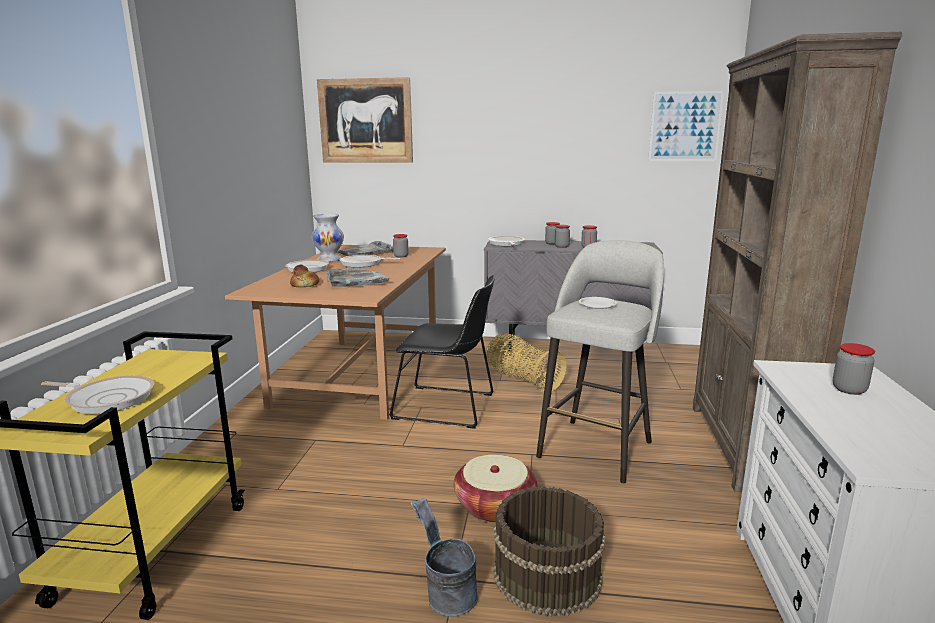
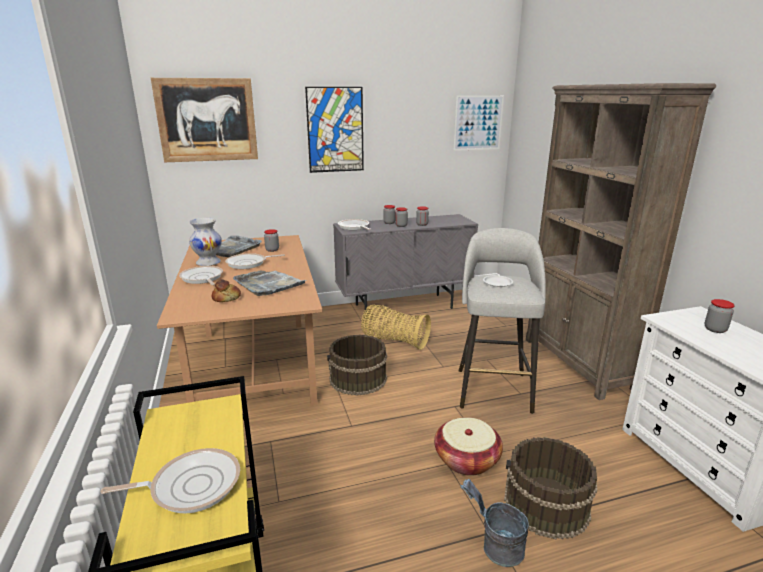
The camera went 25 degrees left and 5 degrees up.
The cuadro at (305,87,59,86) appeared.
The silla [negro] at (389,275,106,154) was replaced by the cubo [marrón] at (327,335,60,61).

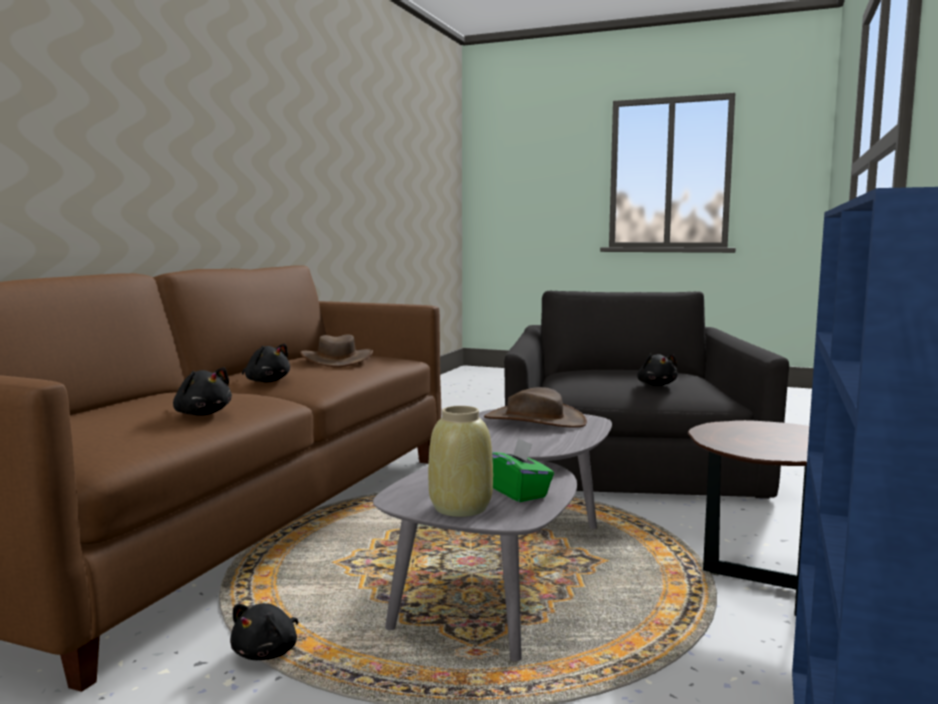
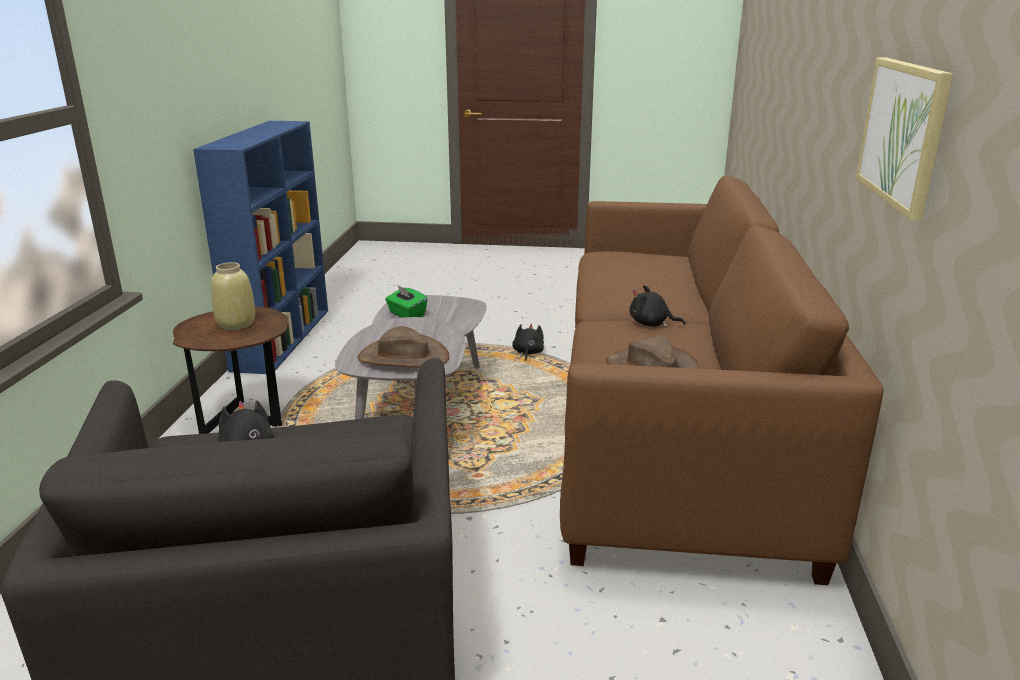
The camera went 165 degrees right and 15 degrees up.
The peluche [negro] at (173,367,59,49) disappeared.
The cuadro at (856,57,97,164) appeared.
The florero [beis] moved from (428,406,65,111) to (211,262,44,68).

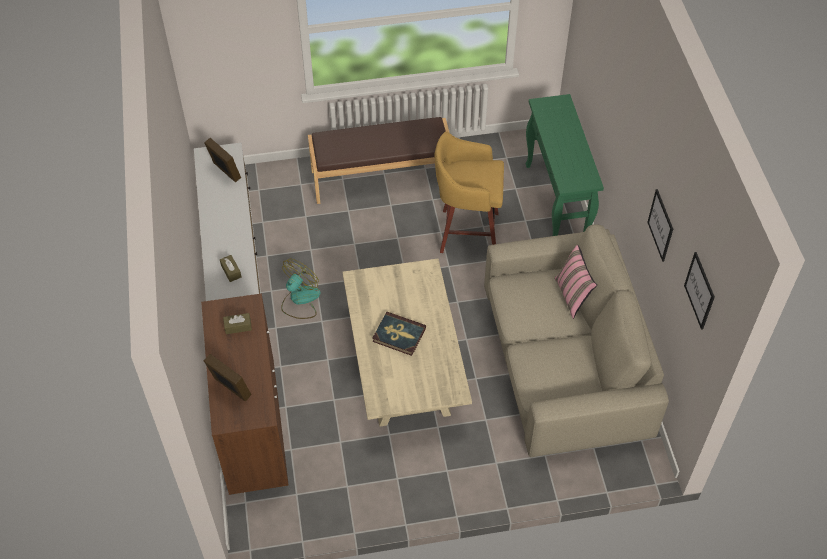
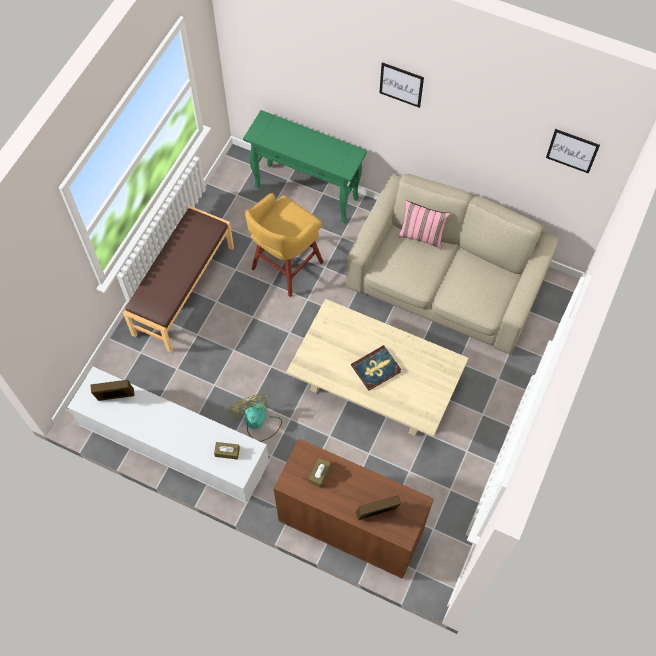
The camera went 55 degrees left and 10 degrees up.
The cuadro moved from (647,189,26,73) to (379,62,45,46).

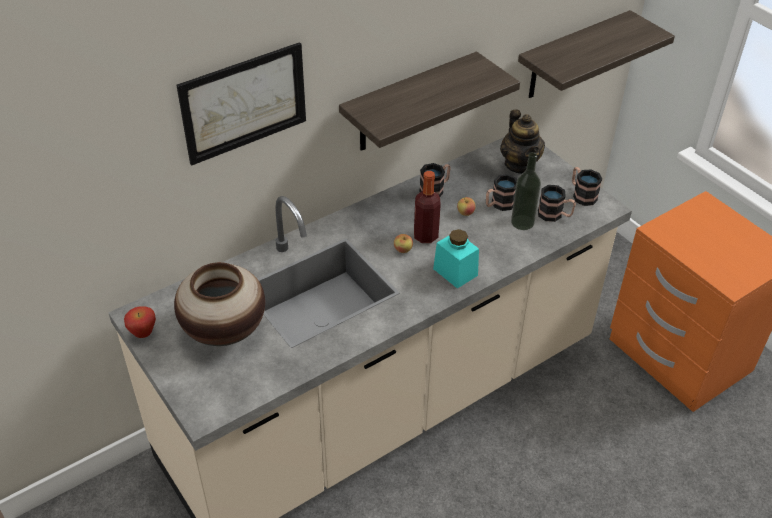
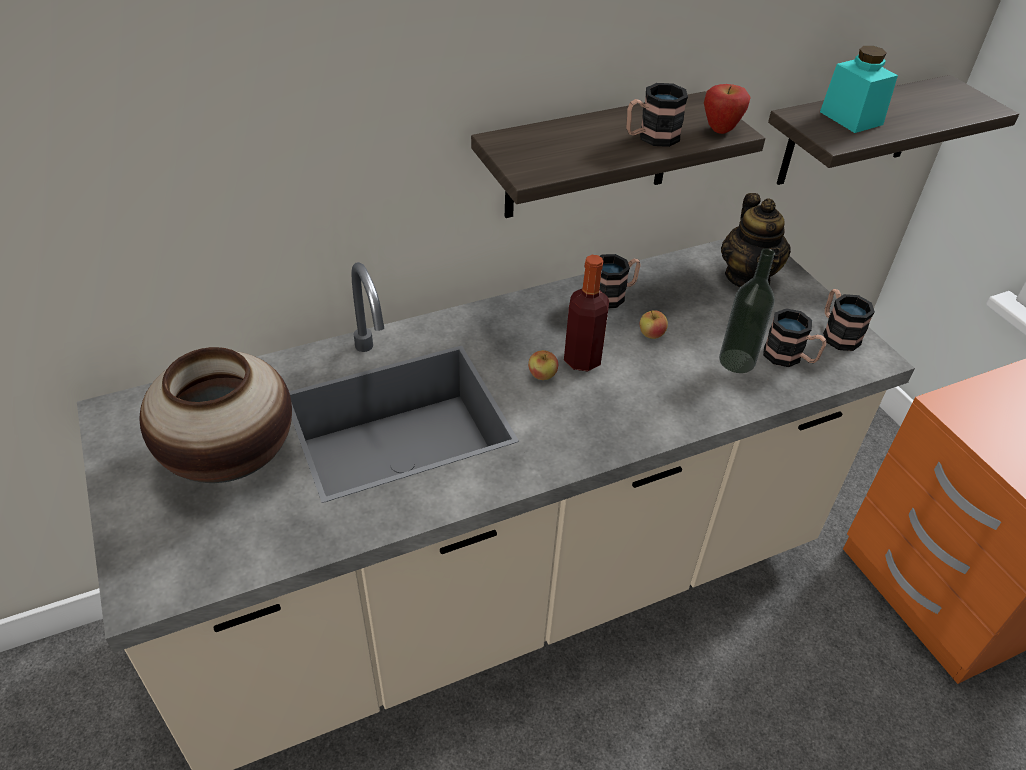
The camera went 10 degrees right and 0 degrees up.
The cuadro at (176,42,130,123) disappeared.
The manzana moved from (124,306,32,32) to (704,84,47,50).
The tarro [turquesa] moved from (433,229,46,60) to (820,46,78,87).
The taza grande moved from (486,174,31,37) to (626,83,62,64).

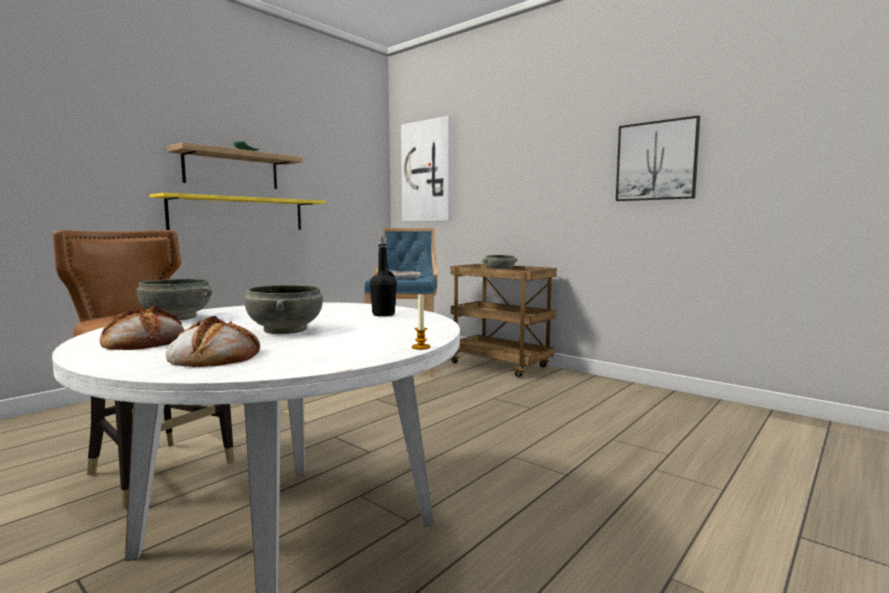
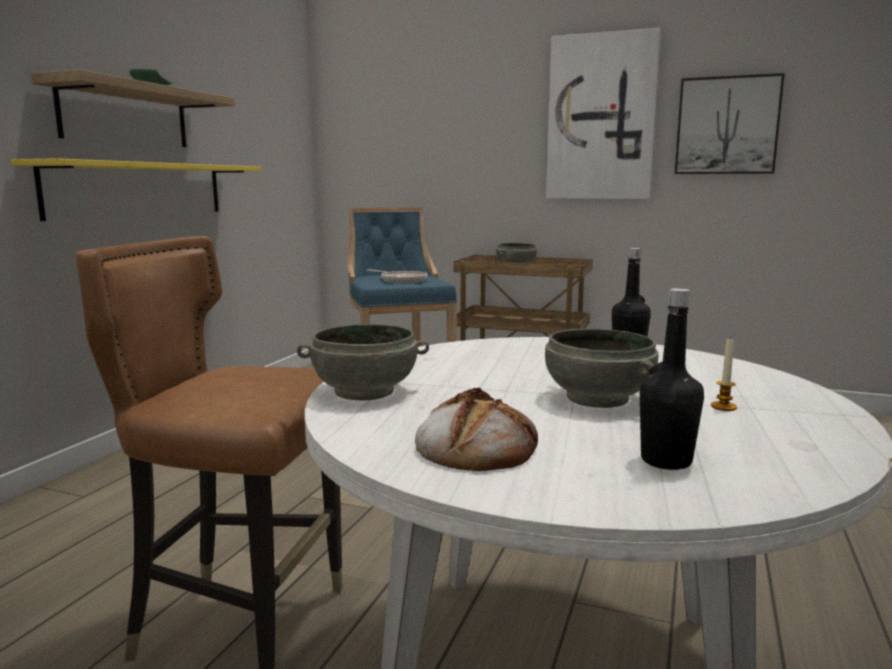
The camera went 20 degrees left and 5 degrees up.
The cuadro moved from (401,116,51,106) to (546,28,115,171).
The vela moved from (412,294,18,56) to (711,337,26,74).
The pan at (166,316,94,51) was replaced by the botella [negro] at (640,288,64,182).

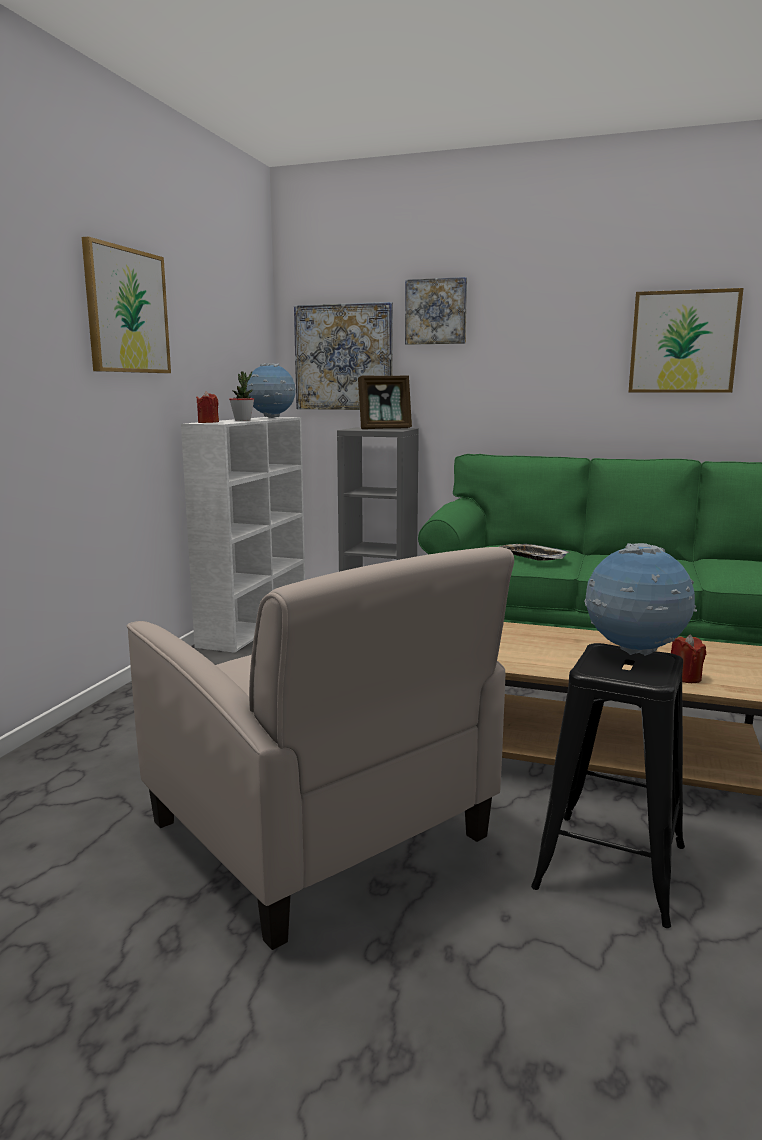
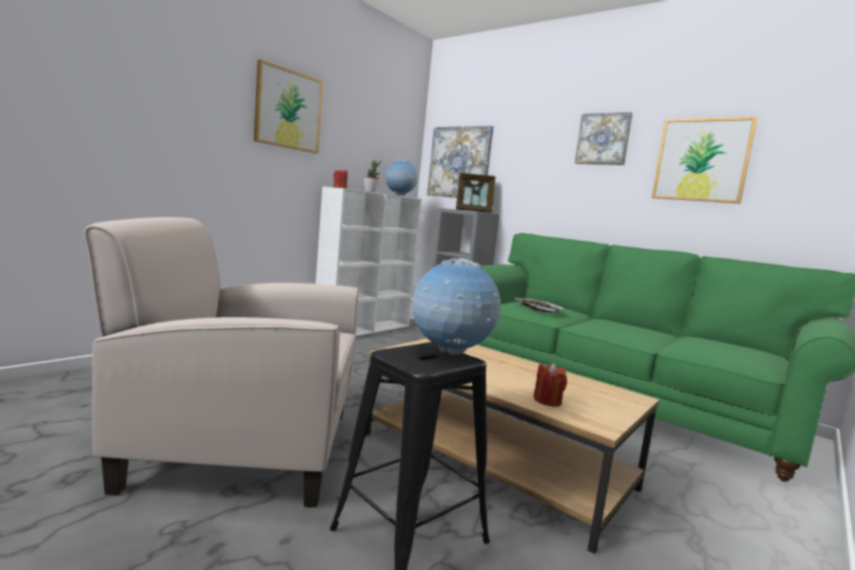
The camera went 20 degrees right and 5 degrees down.
The cuadro moved from (405,277,62,68) to (575,112,58,53).
The sillón [beis] at (127,547,387,403) turned 105 degrees clockwise.

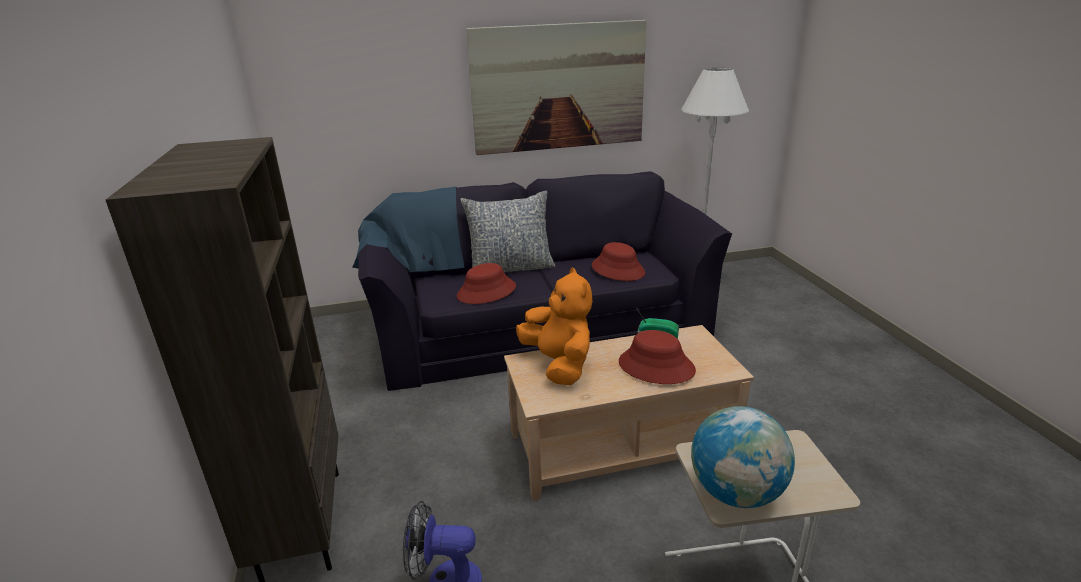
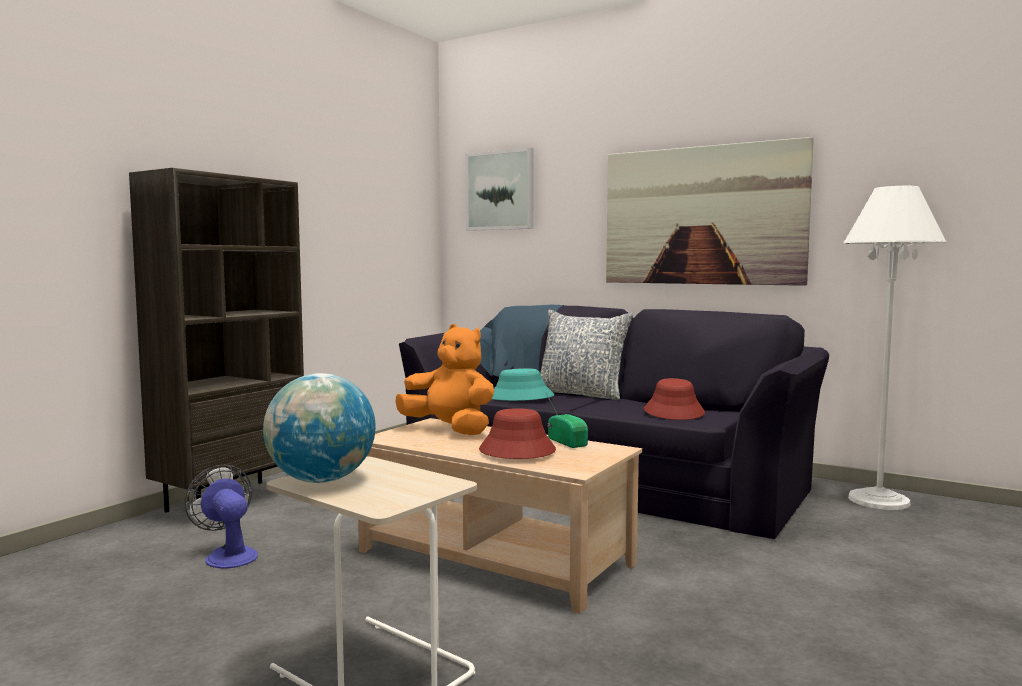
The camera went 45 degrees right and 20 degrees down.
The cuadro at (465,148,69,83) appeared.
The sombrero [rojo] at (457,263,59,41) became the sombrero [turquesa] at (492,368,62,33).
The peluche [naranja] at (516,268,77,117) turned 75 degrees counterclockwise.

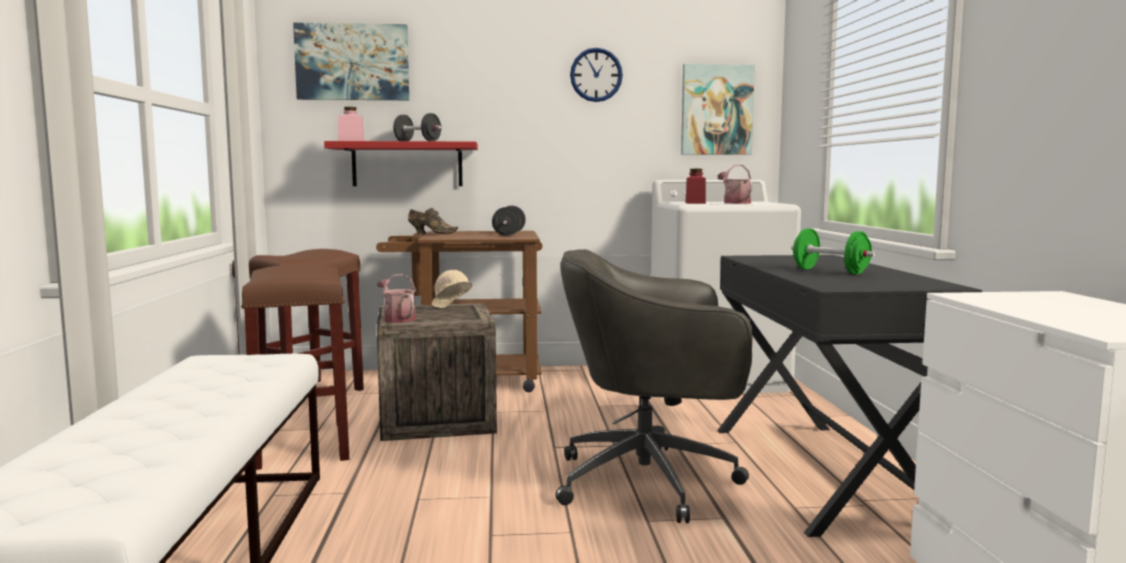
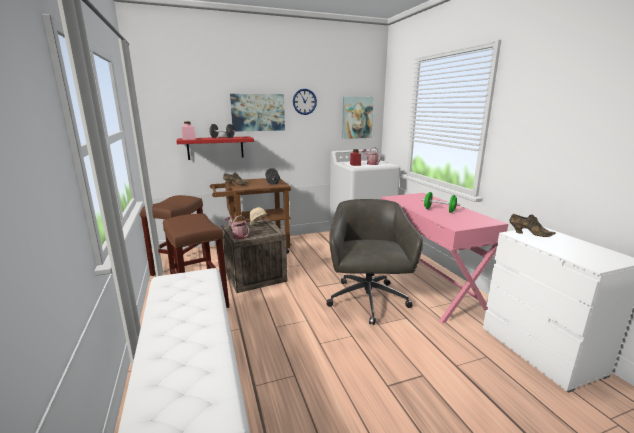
The camera went 15 degrees left and 10 degrees up.
The zapato [marrón] at (509,214,46,23) appeared.
The cuadro moved from (293,23,116,77) to (230,94,55,38).
The escritorio [negro] at (717,255,265,282) became the escritorio [rosa] at (381,193,127,130).
The silla de oficina [gris] at (555,249,198,274) turned 105 degrees clockwise.

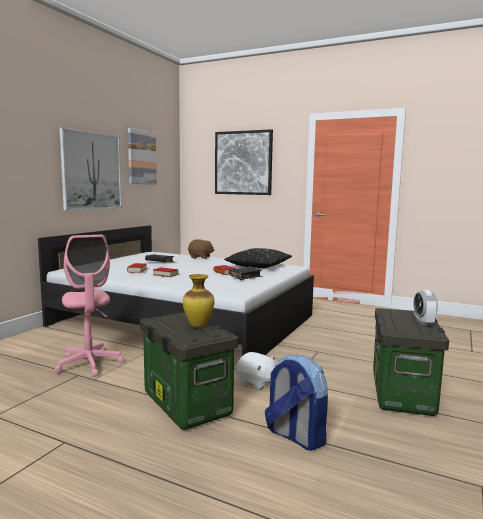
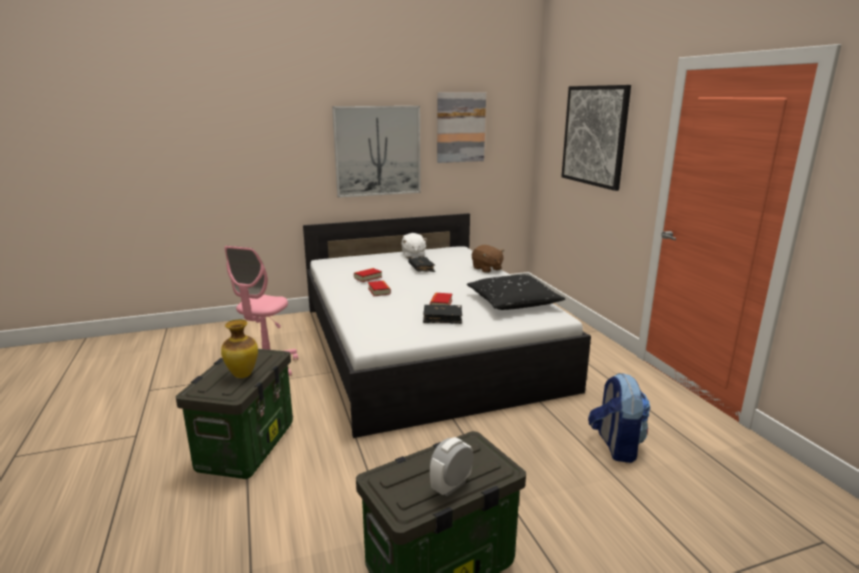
The camera went 45 degrees right and 10 degrees up.
The peluche [blanco] moved from (236,352,40,37) to (401,233,26,25).
The mochila moved from (265,355,63,96) to (588,373,63,90).

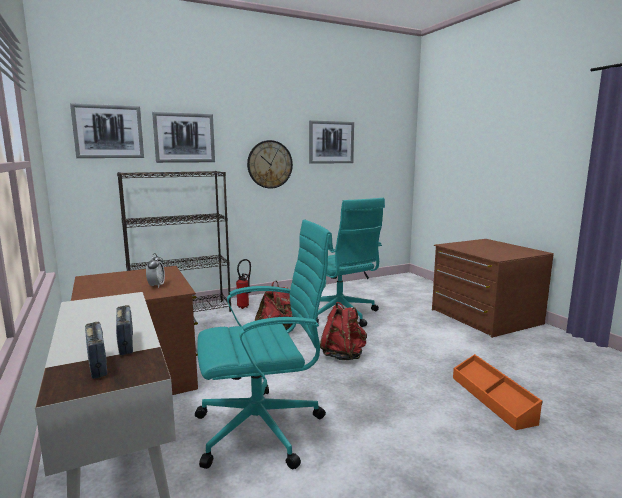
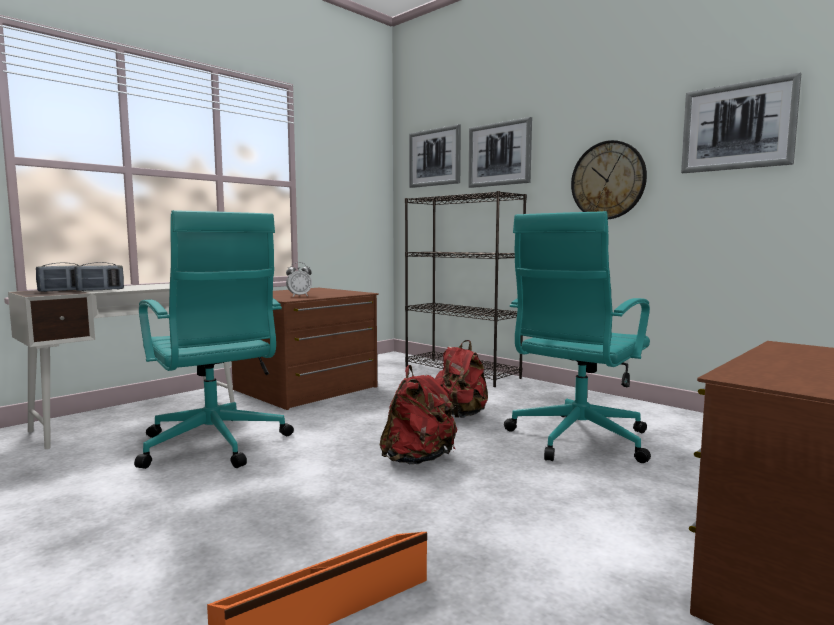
The camera went 70 degrees right and 5 degrees down.
The extintor at (236,259,15,50) disappeared.

